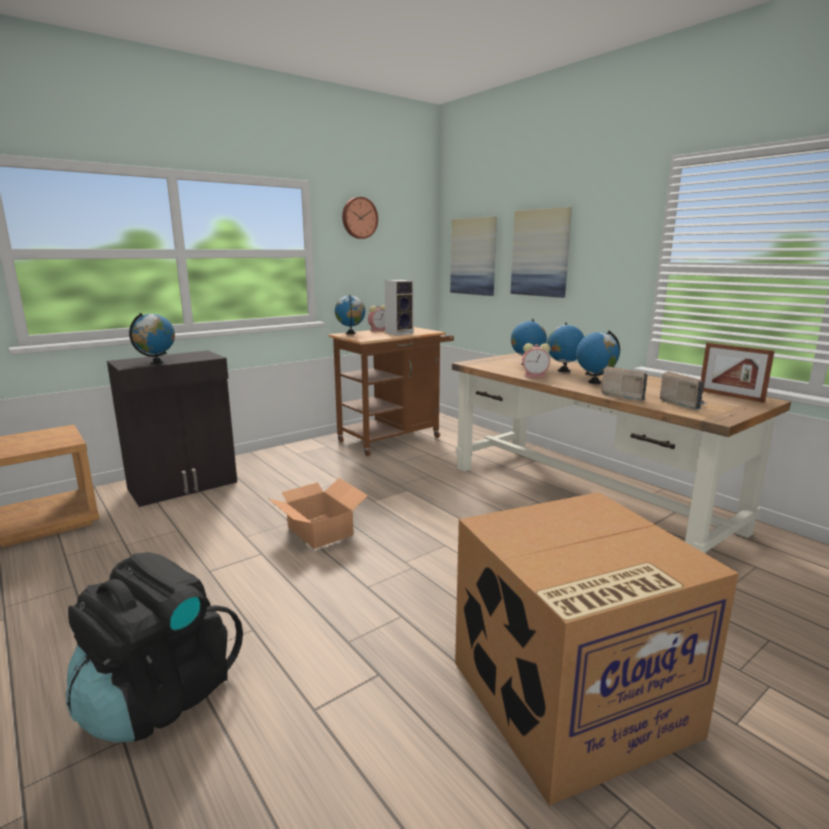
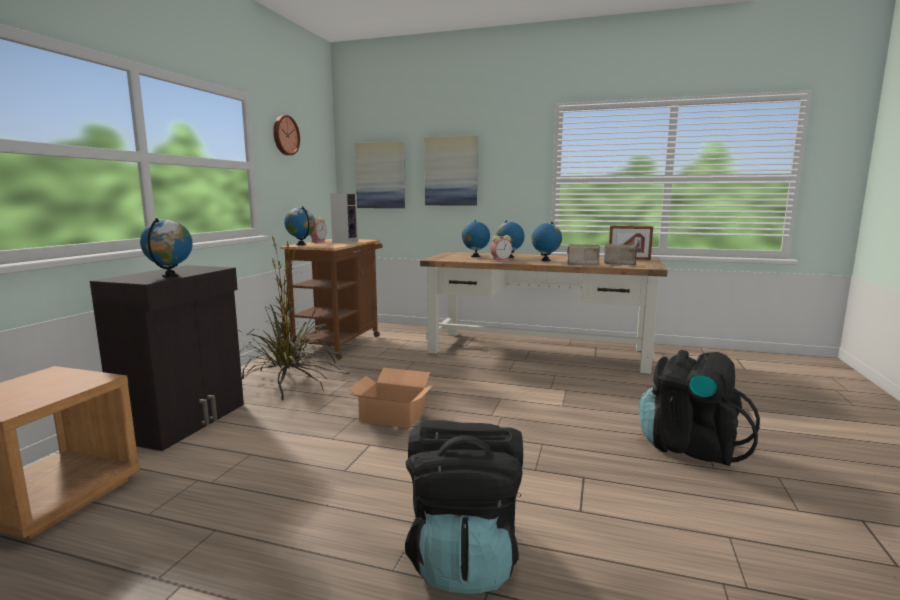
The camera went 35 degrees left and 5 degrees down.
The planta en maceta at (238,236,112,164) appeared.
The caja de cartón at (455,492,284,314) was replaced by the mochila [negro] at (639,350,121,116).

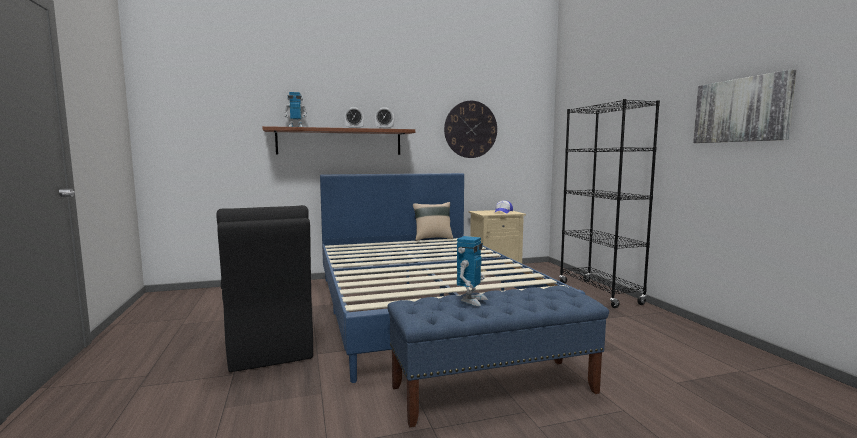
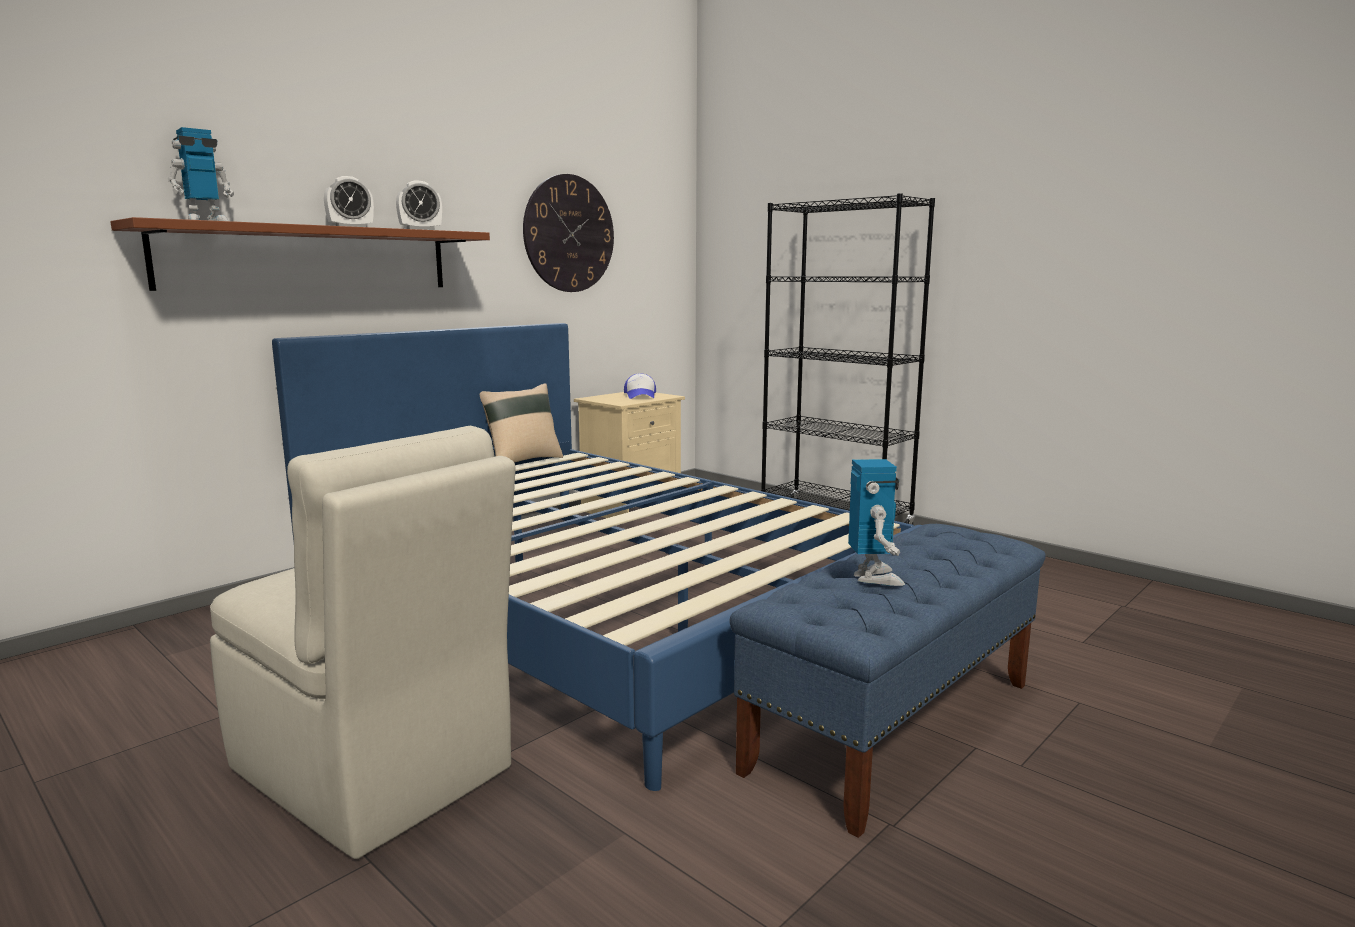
The camera went 30 degrees left and 5 degrees up.
The cuadro at (693,69,103,74) disappeared.
The silla [negro] at (216,205,97,167) became the silla [beis] at (210,426,306,433).

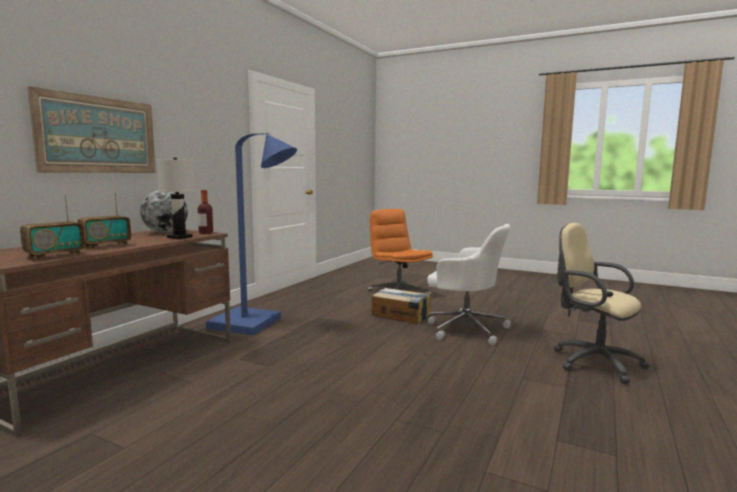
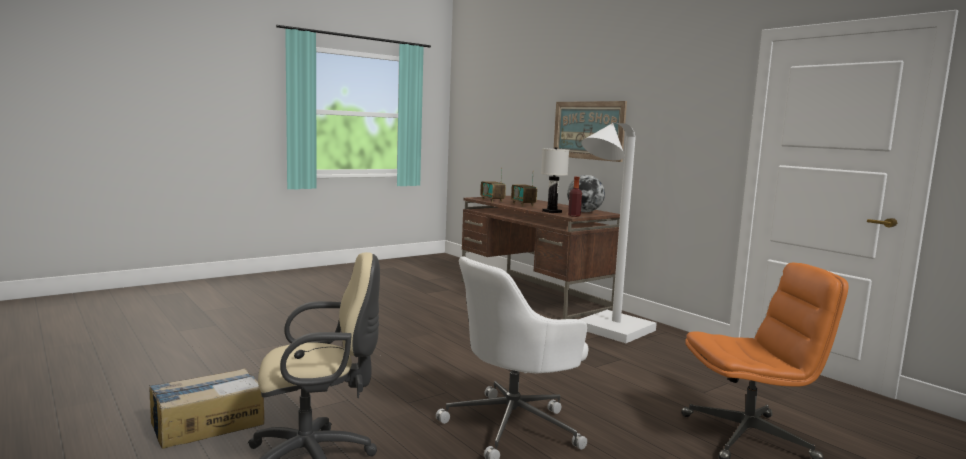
The camera went 115 degrees right and 0 degrees up.
The caja de cartón moved from (372,288,59,36) to (149,368,115,81).
The lámpara de pie [azul] at (206,133,91,202) became the lámpara de pie [blanco] at (579,123,78,220).

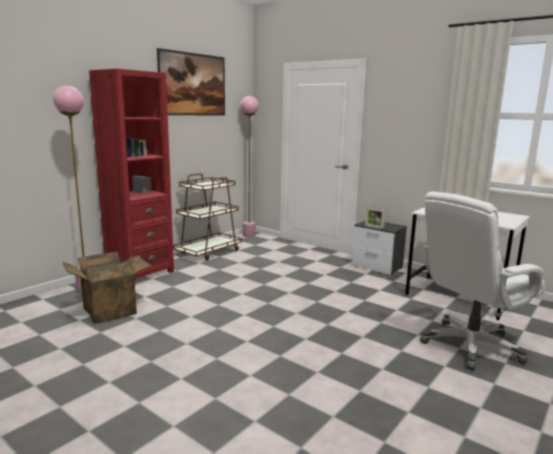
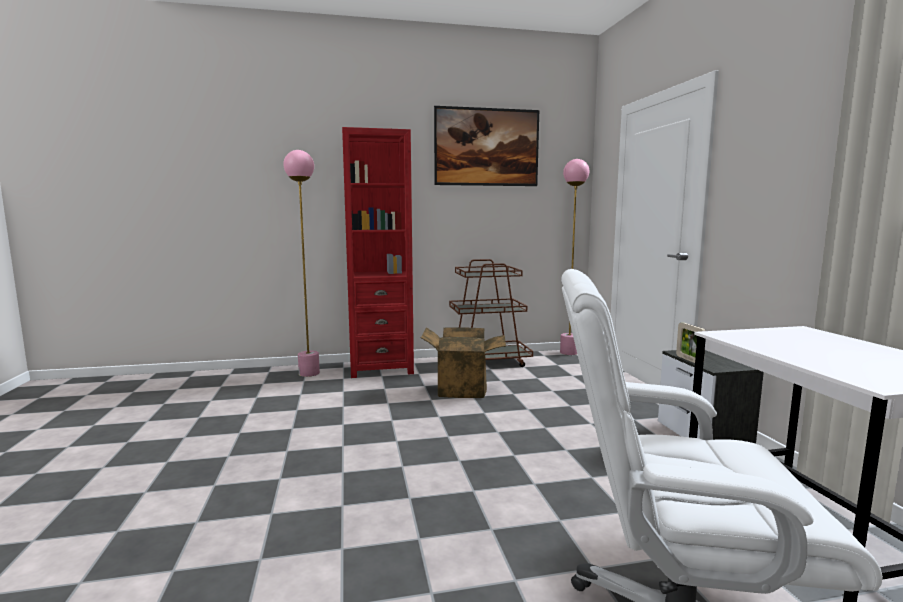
The camera went 40 degrees right and 5 degrees down.
The caja de cartón moved from (63,252,89,72) to (420,327,86,71).

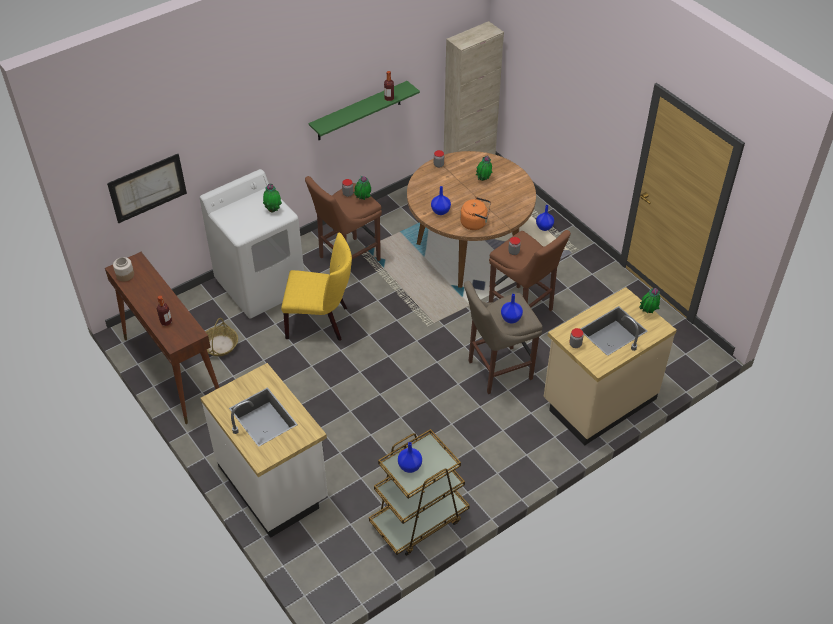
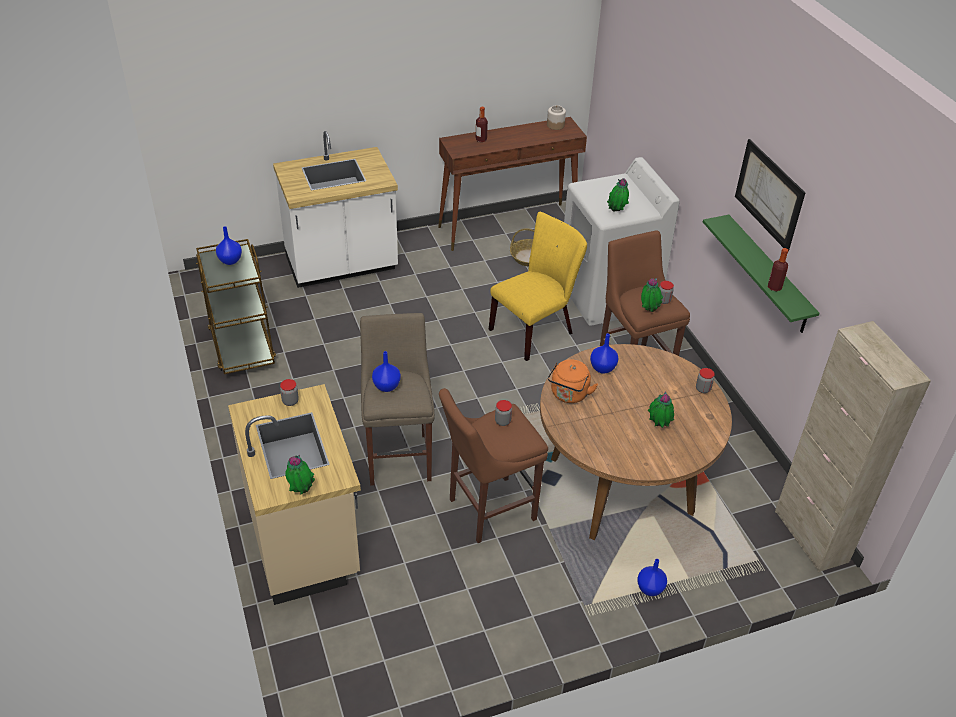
The camera went 105 degrees right and 5 degrees down.
The cuadro moved from (107,154,80,69) to (735,139,70,113).
The silla [amarillo] at (281,232,71,109) turned 150 degrees counterclockwise.

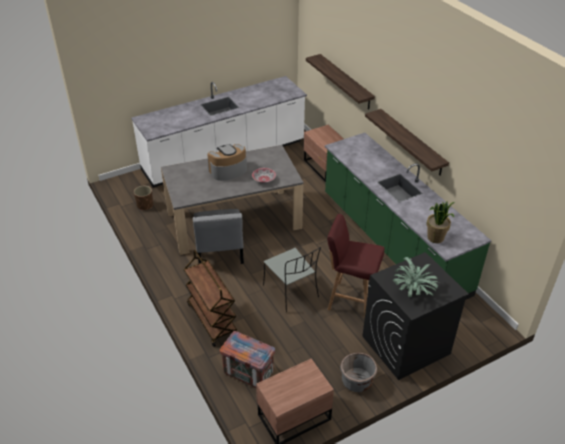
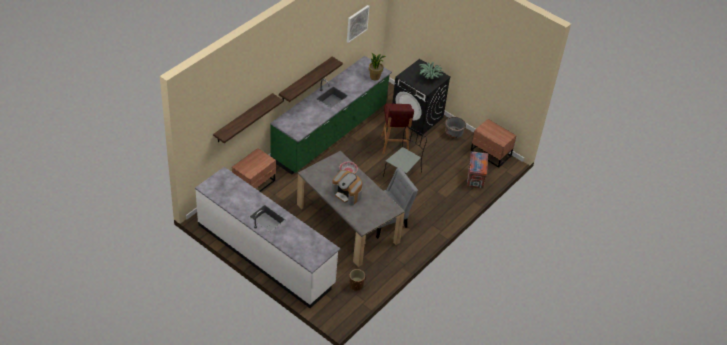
The camera went 115 degrees left and 5 degrees up.
The carrito [marrón] at (184,250,54,97) disappeared.
The cuadro at (347,5,23,38) appeared.

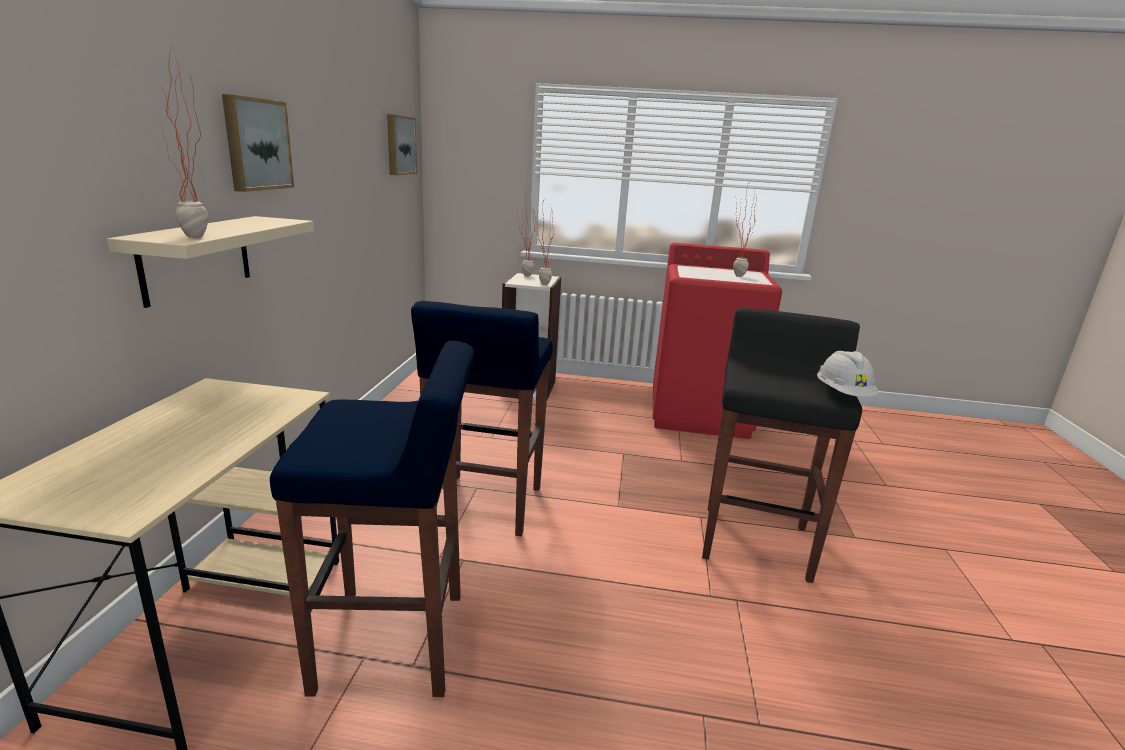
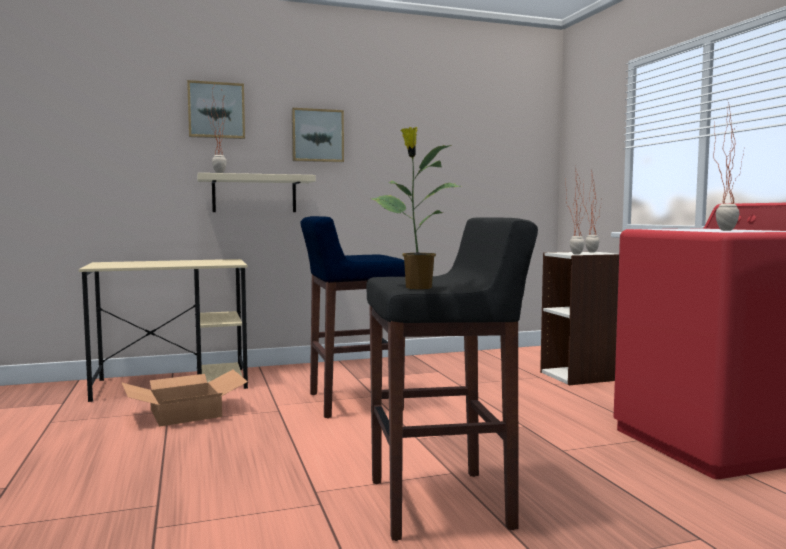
The camera went 65 degrees right and 15 degrees down.
The cuadro moved from (387,114,30,61) to (187,80,58,59).
The taburete [azul] at (270,341,204,356) was replaced by the caja de cartón at (122,370,126,57).
The casco [blanco] at (817,351,62,46) was replaced by the planta en maceta at (371,127,90,162).

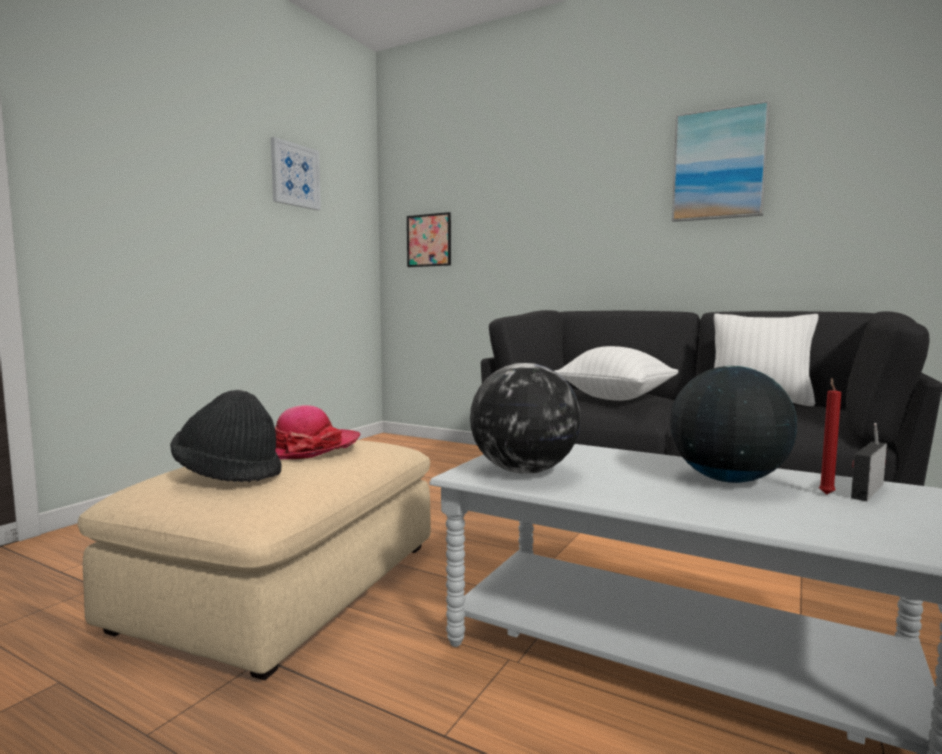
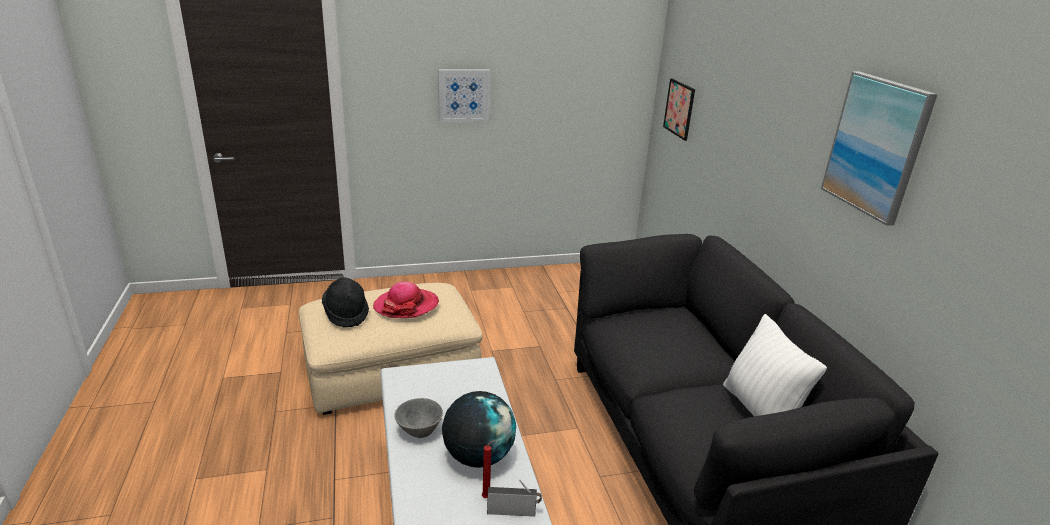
The camera went 45 degrees right and 20 degrees up.
The globo terráqueo at (470,363,111,111) disappeared.
The cojín [blanco] at (555,346,124,55) disappeared.
The cuenco [gris] at (394,398,49,40) appeared.
The cuadro moved from (271,137,50,73) to (438,69,52,53).

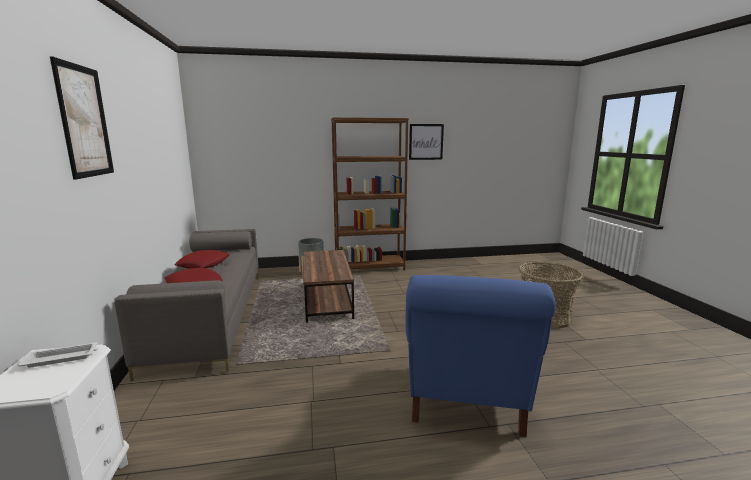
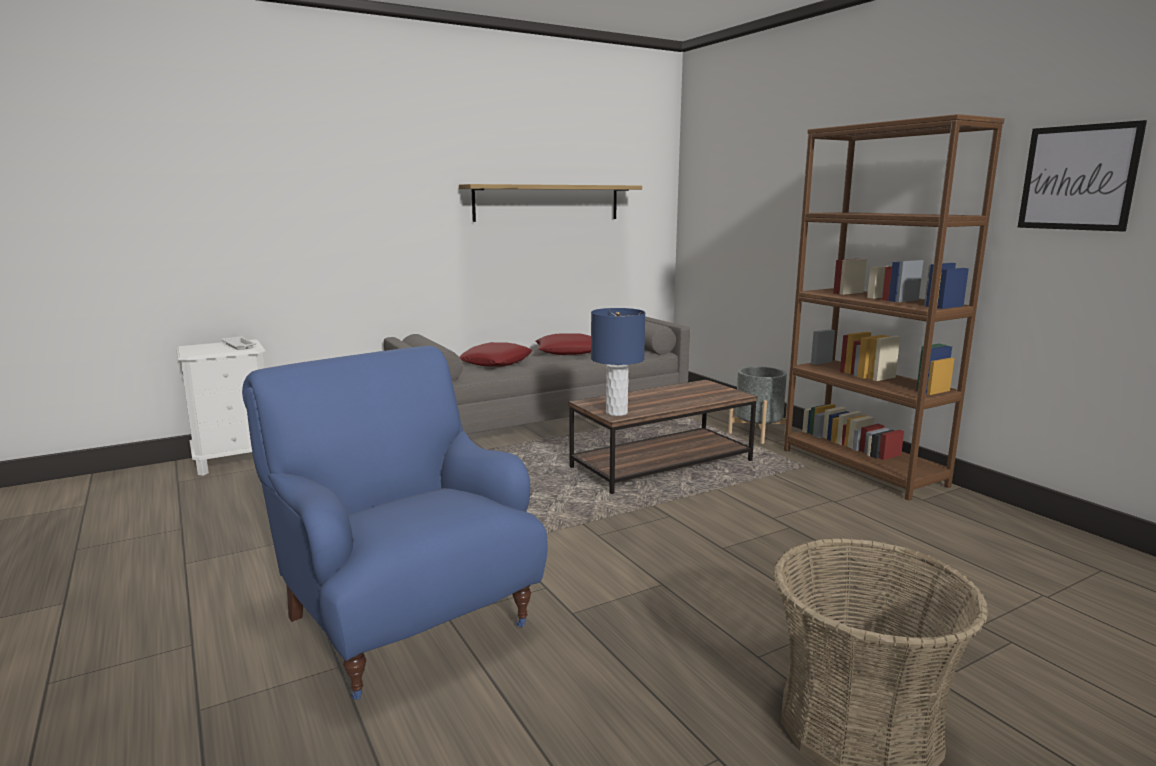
The camera went 70 degrees right and 0 degrees up.
The cuadro at (50,56,64,124) disappeared.
The estante at (459,184,183,38) appeared.
The lámpara de mesa [azul] at (591,308,55,108) appeared.
The sillón [azul] at (405,275,151,162) turned 60 degrees clockwise.

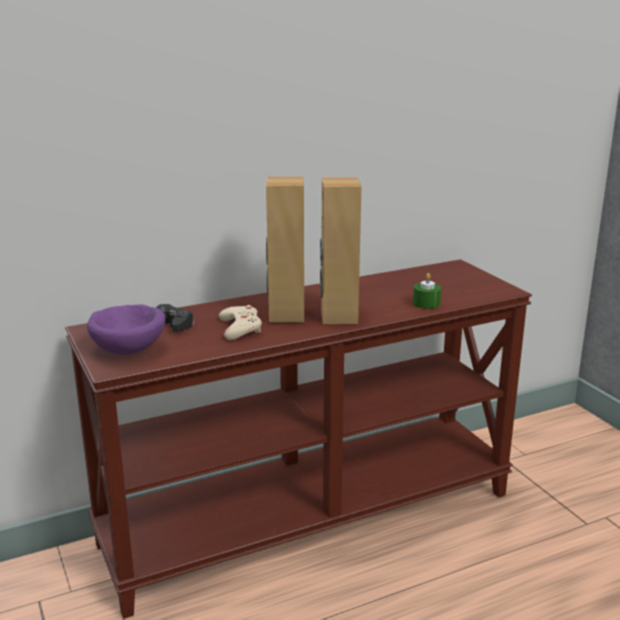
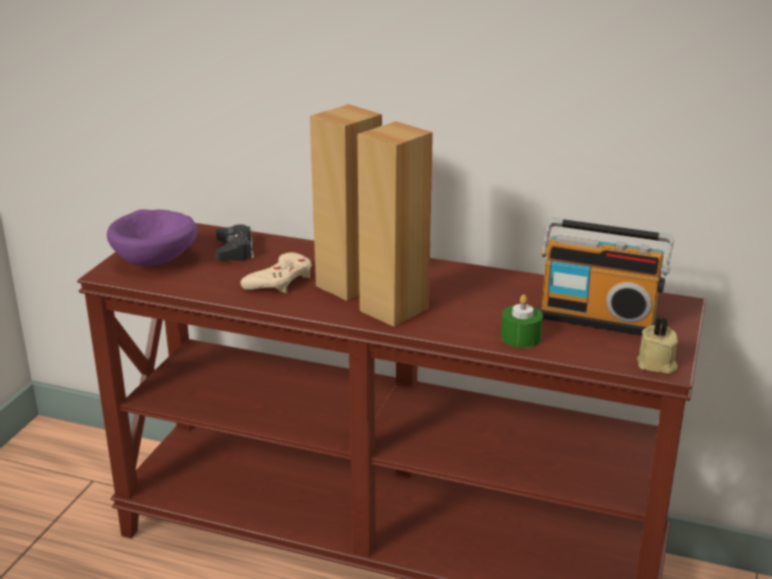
The camera went 45 degrees right and 5 degrees up.
The radio at (540,218,134,118) appeared.
The vela [beis] at (637,317,41,57) appeared.

